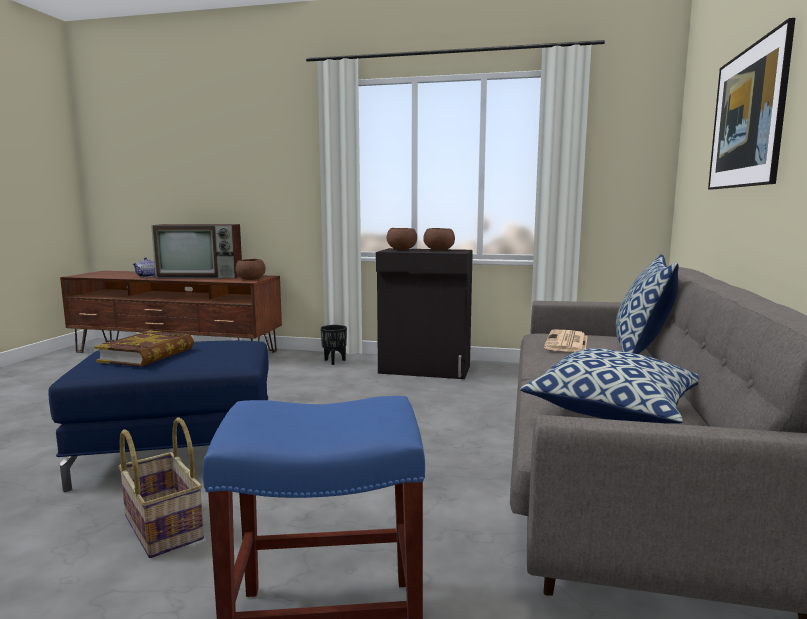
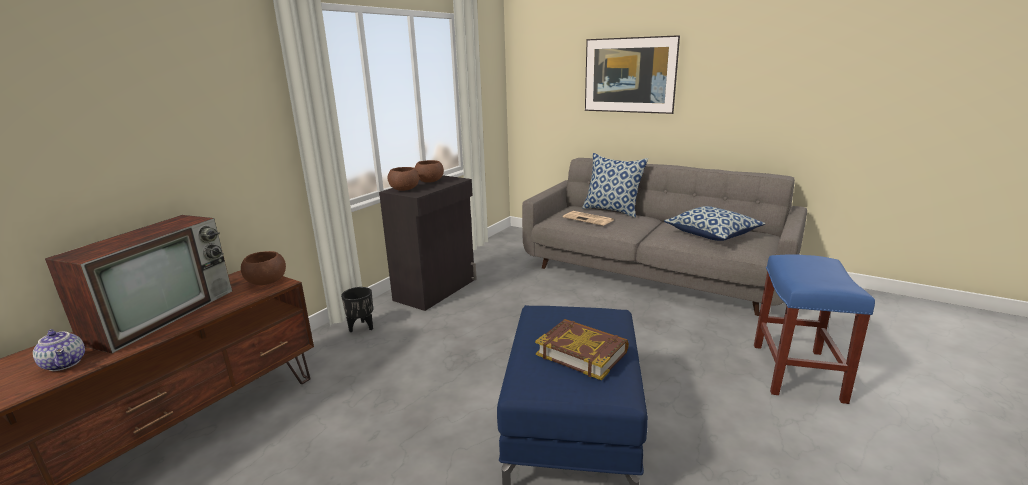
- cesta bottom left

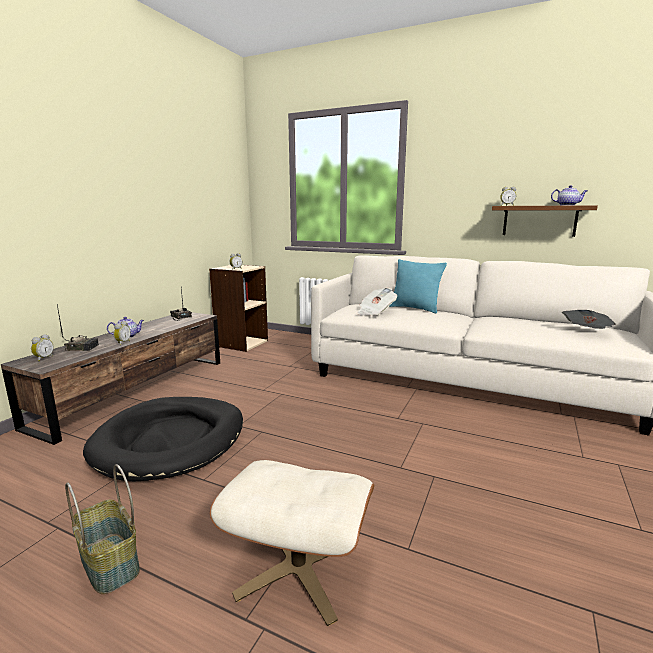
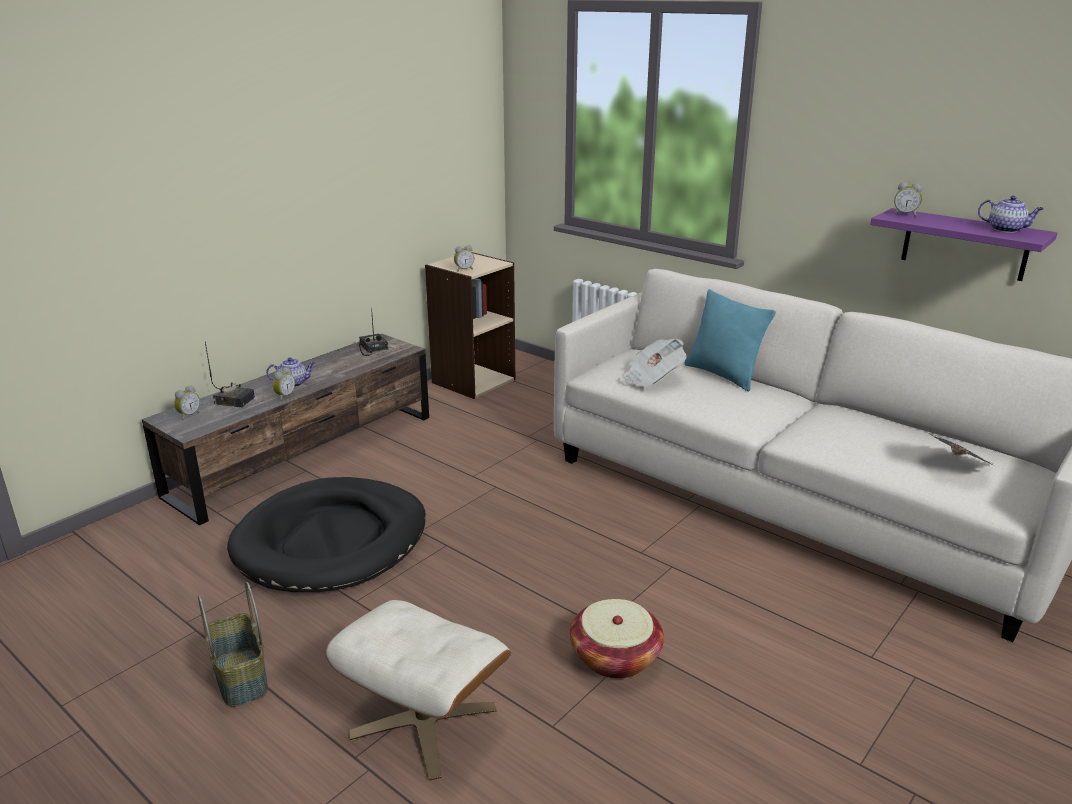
~ estante (marrón) middle right to estante (morado) top right
+ cesta (no. 2 from left) bottom centre

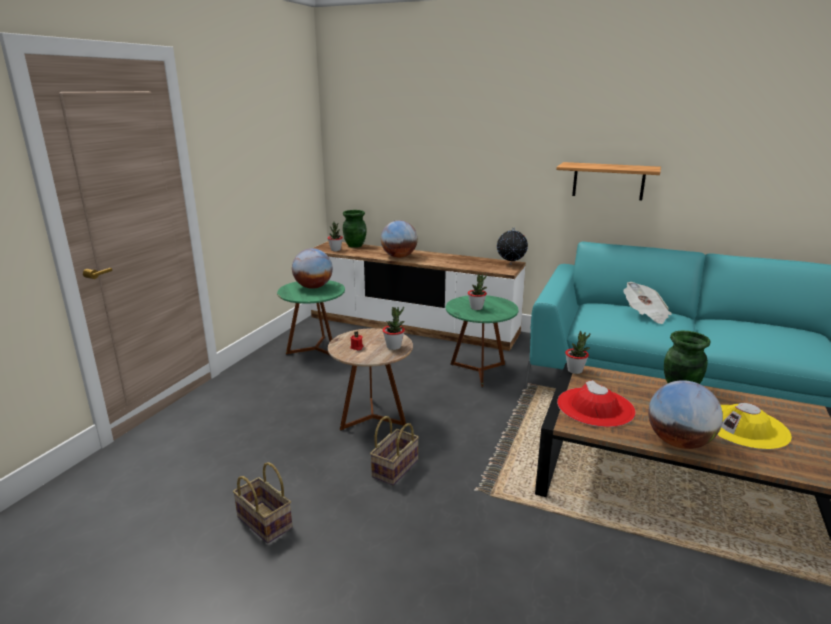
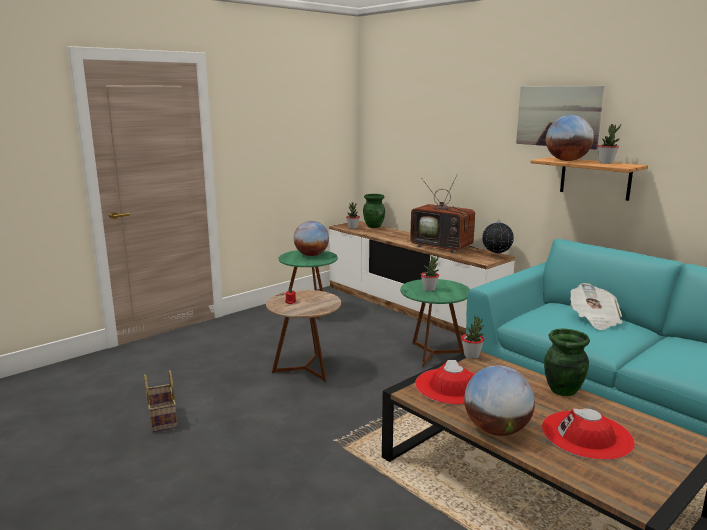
~ globo terráqueo (no. 2 from left in the first image) centre to globo terráqueo (no. 4 from left) top right
~ planta en maceta (no. 2 from left in the first image) centre to planta en maceta (no. 4 from left) top right
~ sombrero (amarillo) bottom right to sombrero (rojo) (no. 2 from left) bottom right
- cesta (no. 2 from left) bottom centre
+ cuadro top right
+ televisor centre

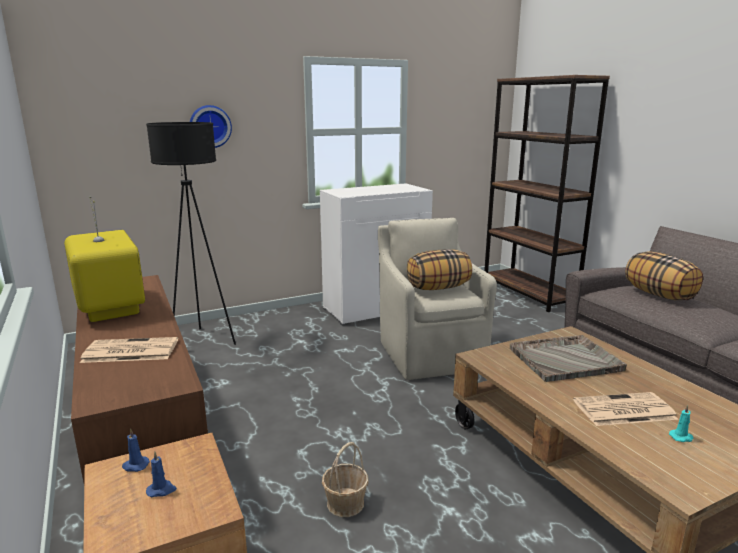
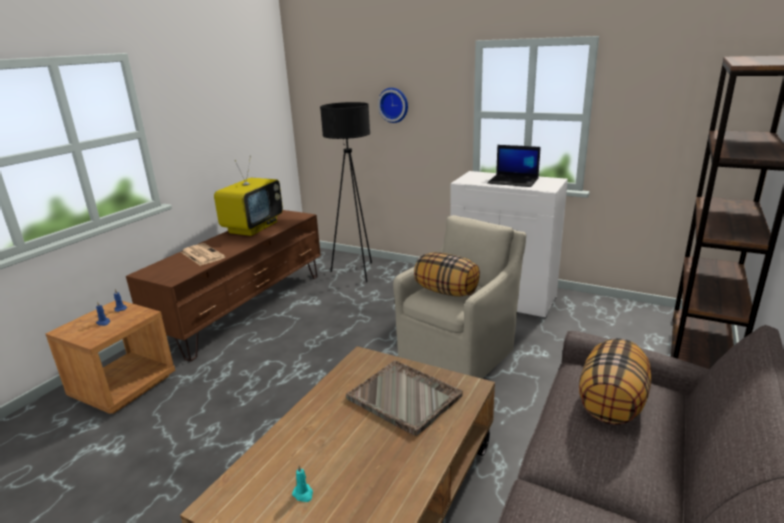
- periódico (no. 2 from left) bottom right
- cesta bottom centre
+ portátil top centre

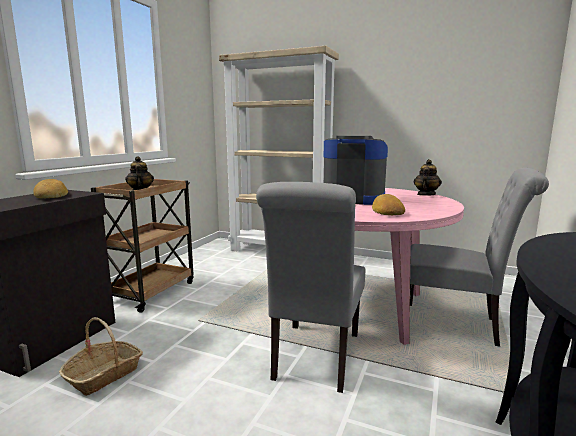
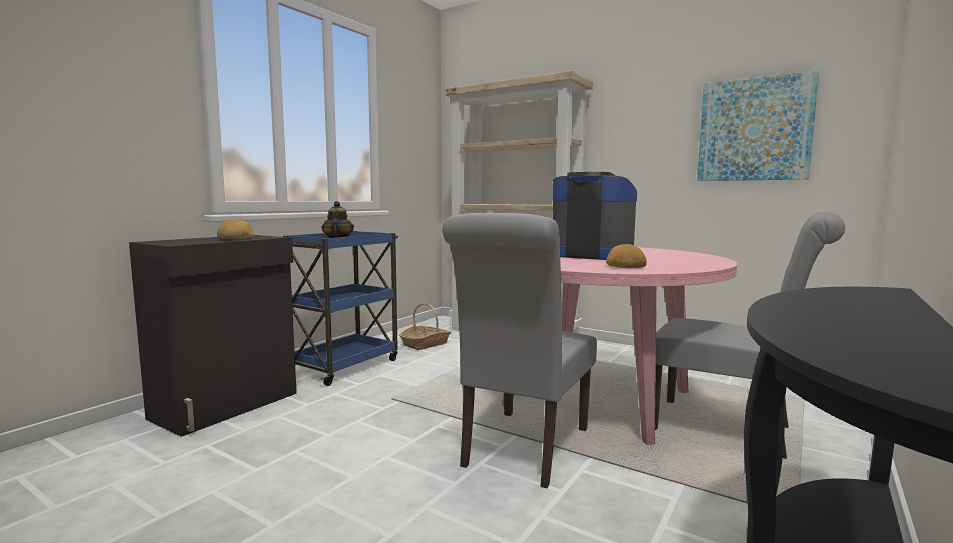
- tetera (no. 2 from left) middle right
~ carrito (marrón) middle left to carrito (azul) centre
~ cesta bottom left to centre
+ cuadro top right

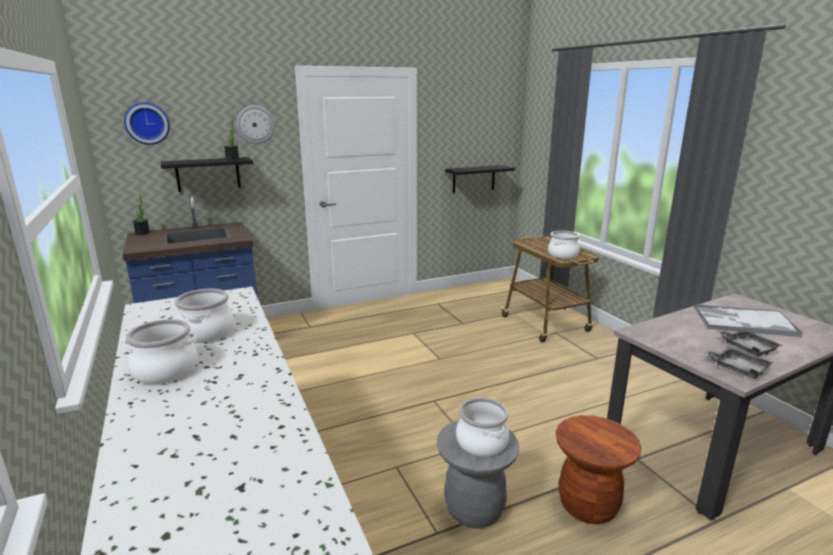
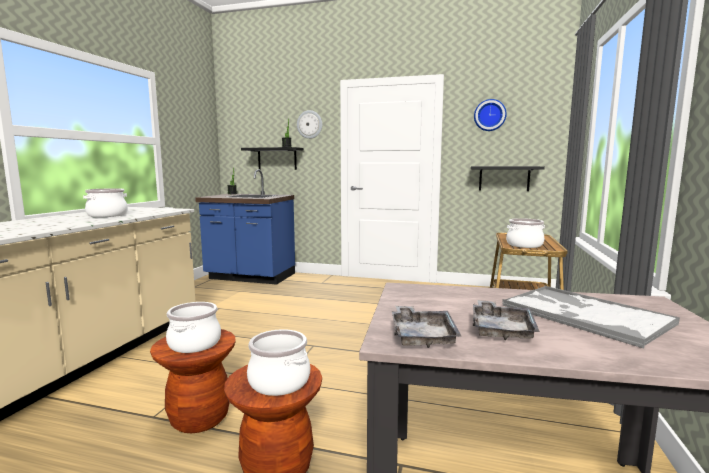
~ reloj de pared (no. 1 from left in the first image) top left to reloj de pared (no. 2 from left) top right
~ olla (no. 1 from left in the first image) middle left to olla (no. 3 from left) bottom centre
~ taburete (gris) bottom centre to taburete (marrón) (no. 1 from left) bottom left

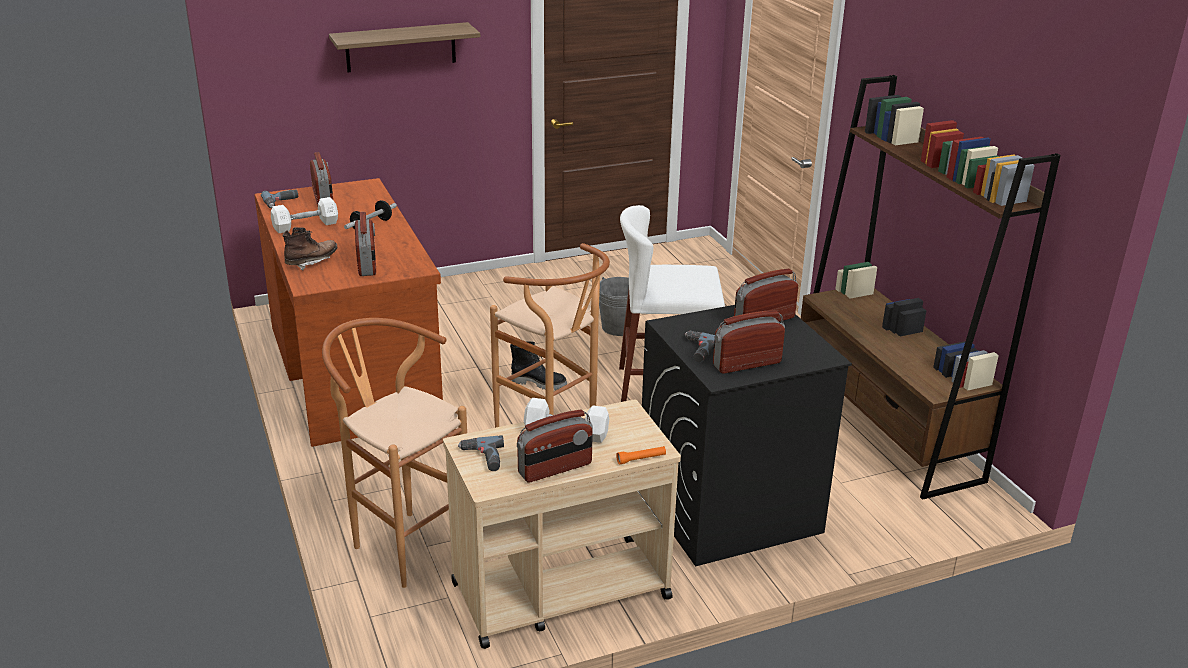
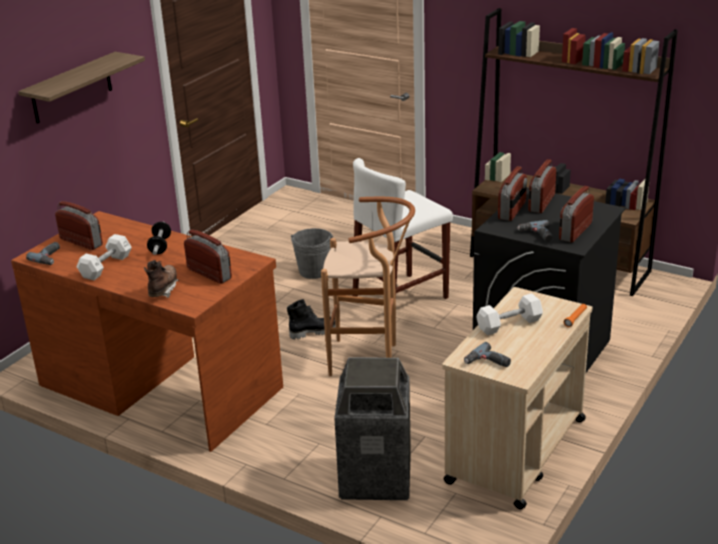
~ taburete (marrón) (no. 1 from left) bottom left to papelera bottom centre
~ radio (no. 3 from left) bottom centre to middle right

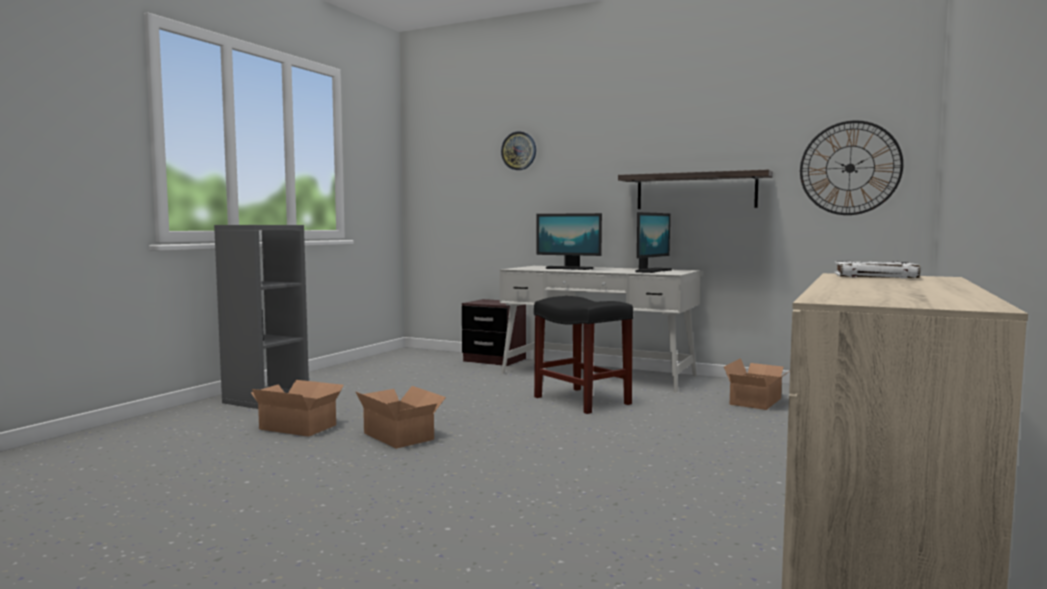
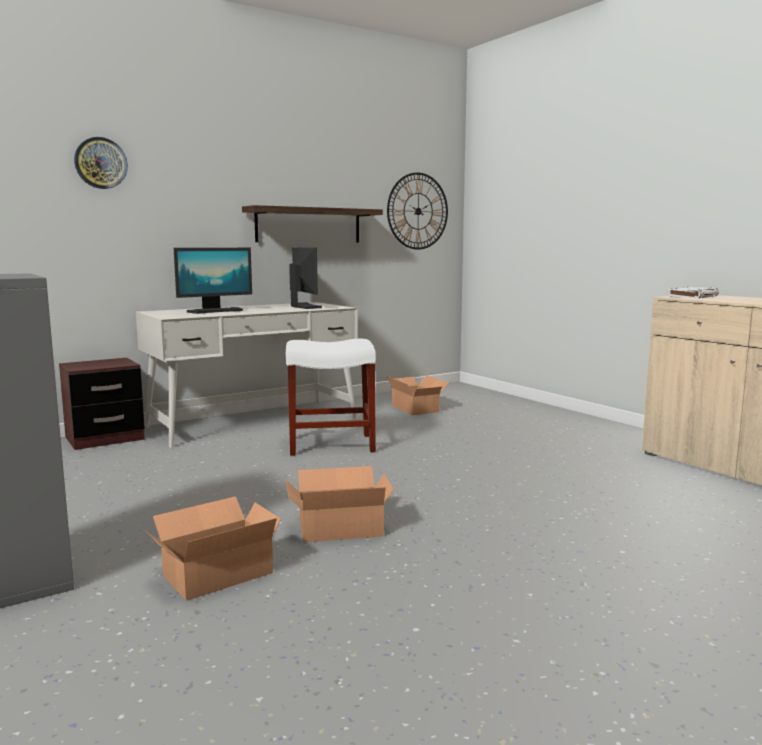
~ taburete (negro) centre to taburete (blanco) centre

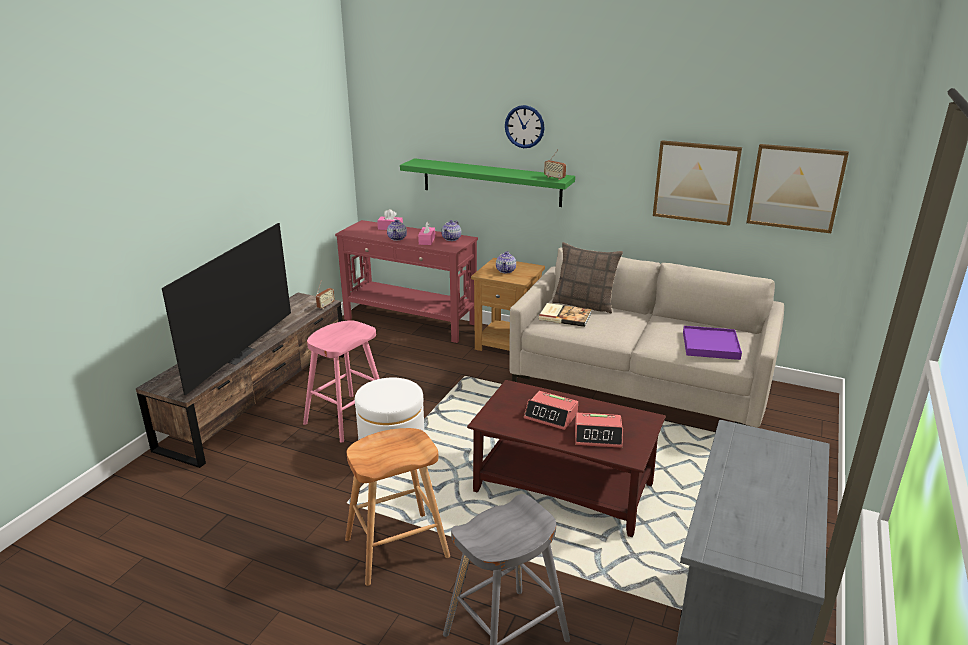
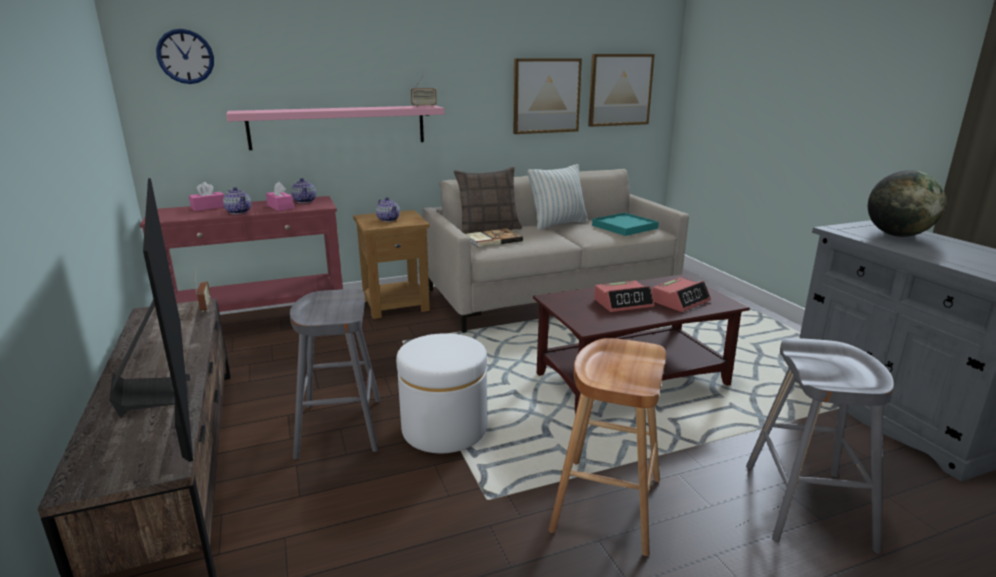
~ reloj de pared top centre to top left
~ estante (verde) top centre to estante (rosa) top centre
~ taburete (rosa) centre to taburete (gris) (no. 1 from left) centre
~ bandeja (morado) middle right to bandeja (turquesa) centre
+ cojín (no. 2 from left) centre
+ globo terráqueo middle right

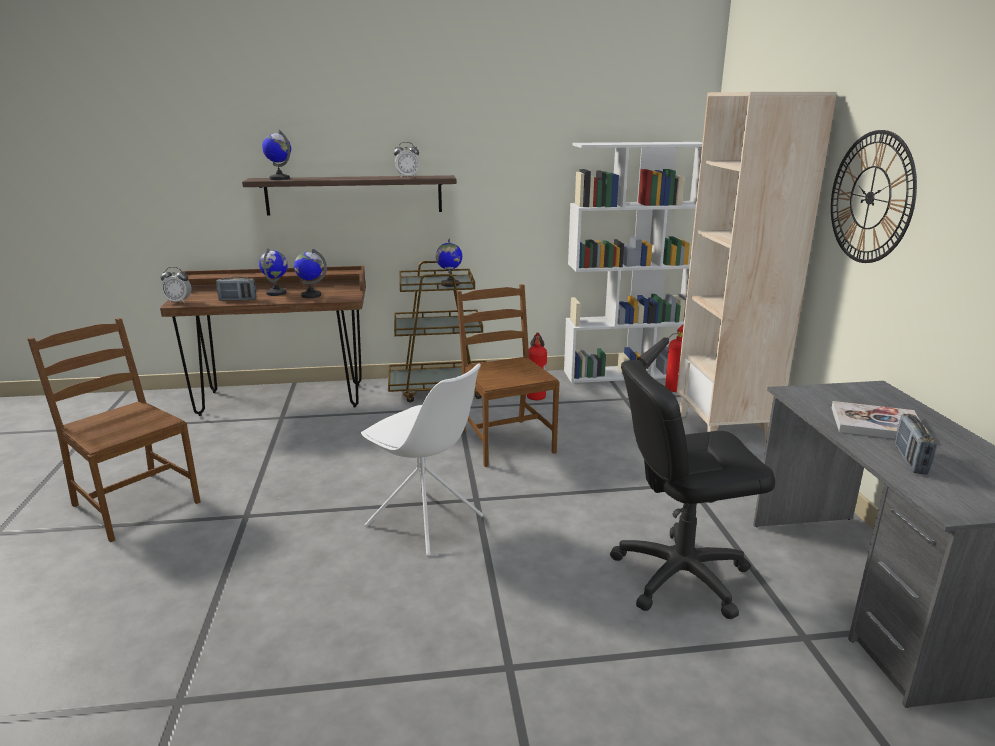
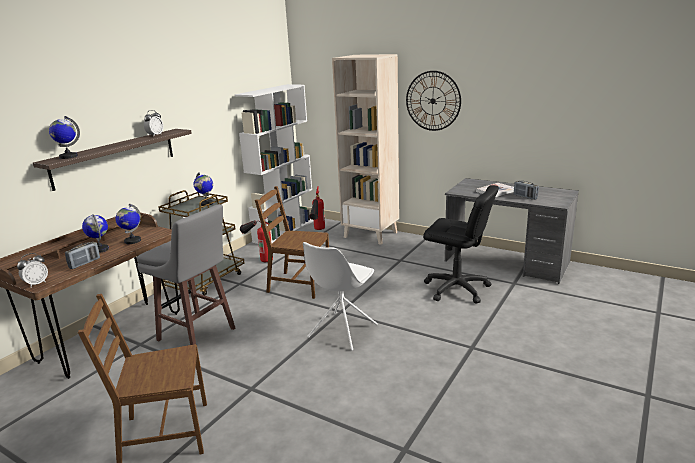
~ silla de oficina (negro) middle right = centre 90 degrees counterclockwise
~ silla (blanco) centre = centre 135 degrees clockwise
+ taburete (gris) middle left

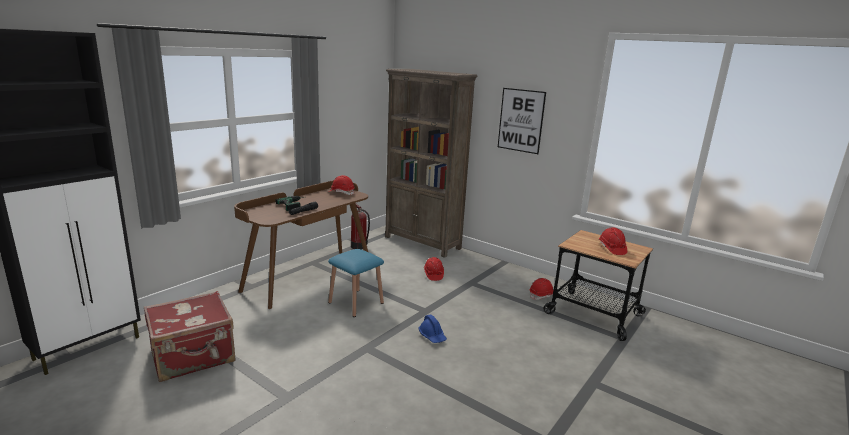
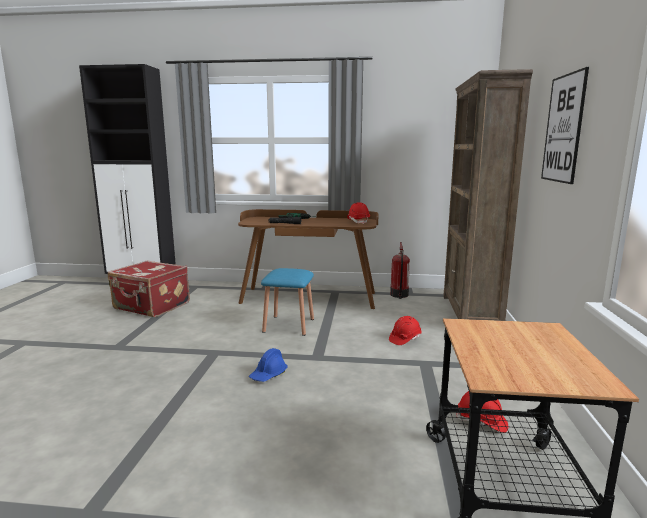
- casco (rojo) (no. 4 from left) middle right

